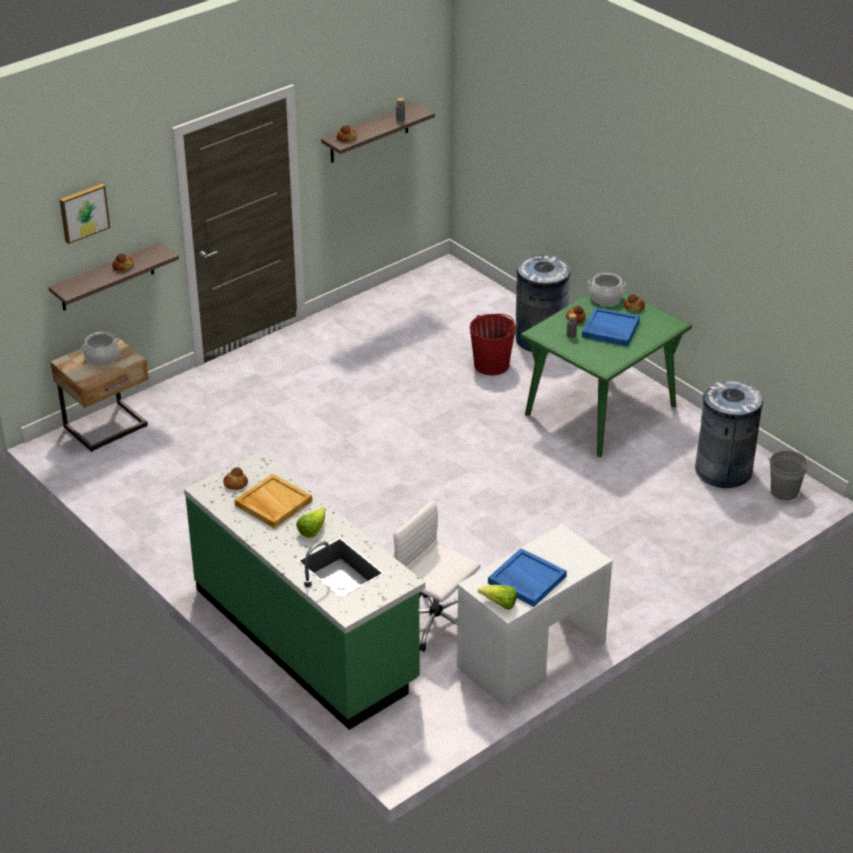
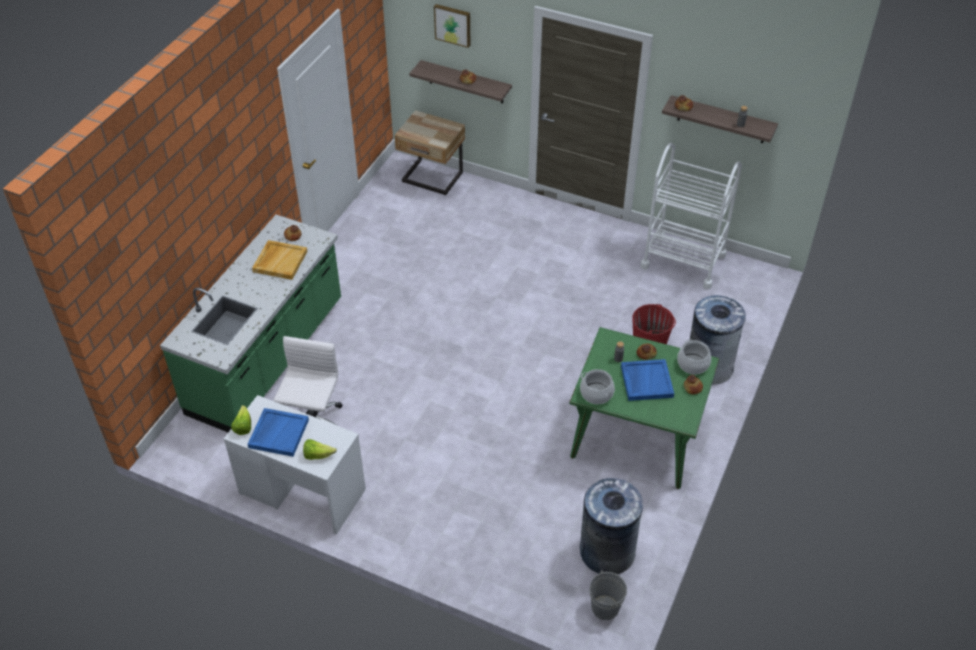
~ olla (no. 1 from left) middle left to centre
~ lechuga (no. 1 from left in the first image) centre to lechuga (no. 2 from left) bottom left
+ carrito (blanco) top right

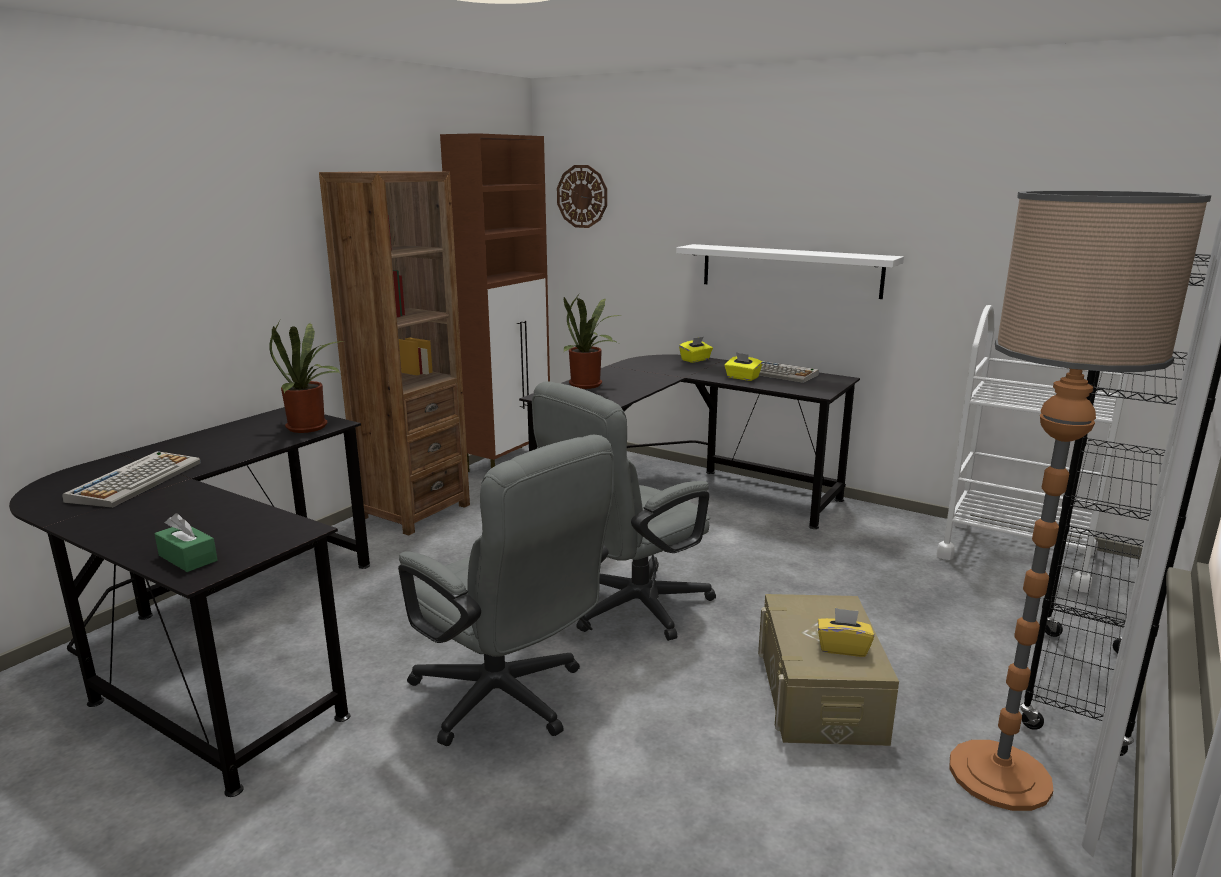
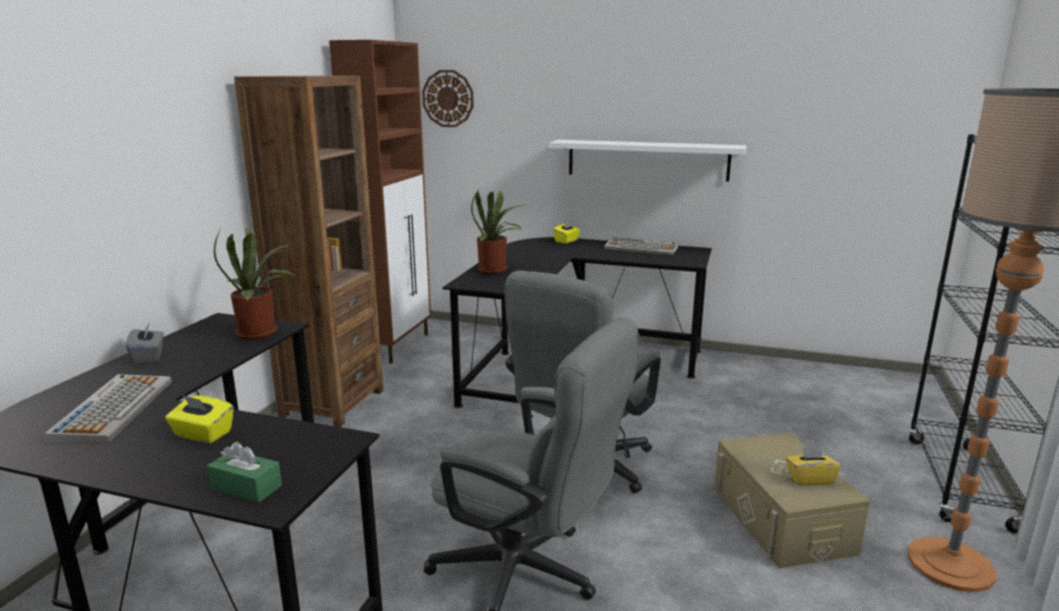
- carrito (blanco) middle right
~ caja de pañuelos (amarillo) (no. 2 from left in the first image) centre to caja de pañuelos (amarillo) (no. 1 from left) bottom left
+ caja de pañuelos (gris) middle left

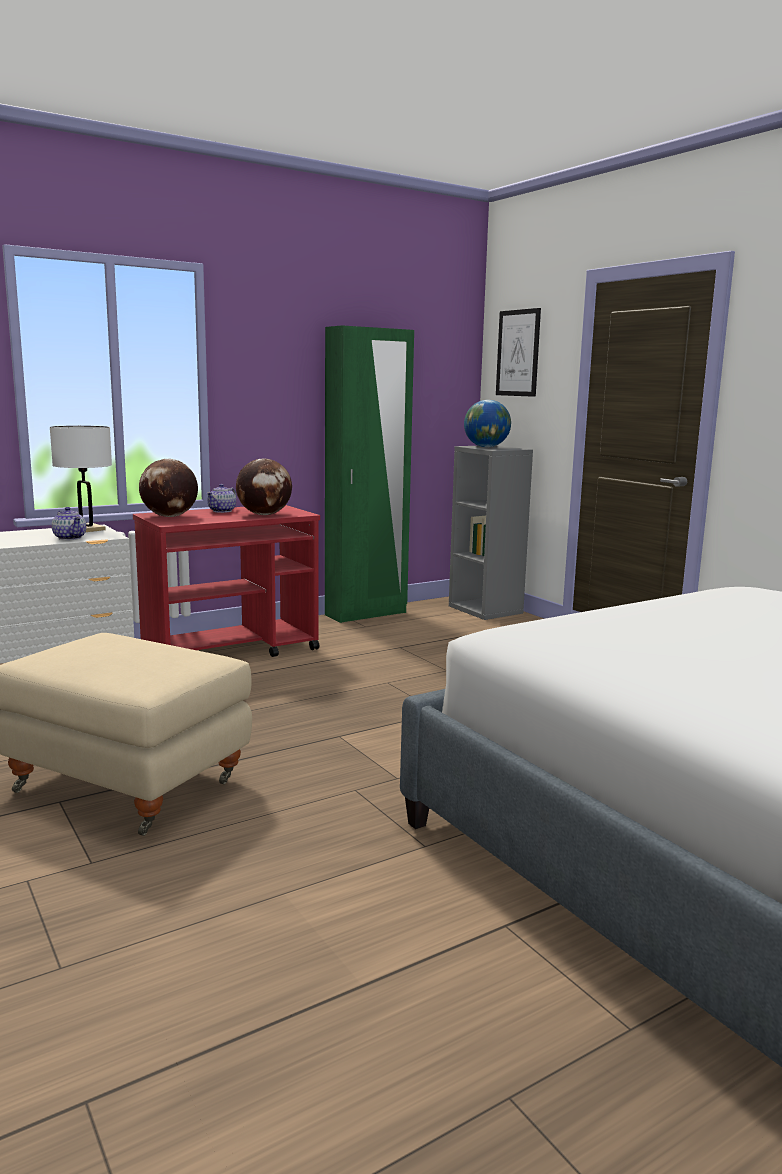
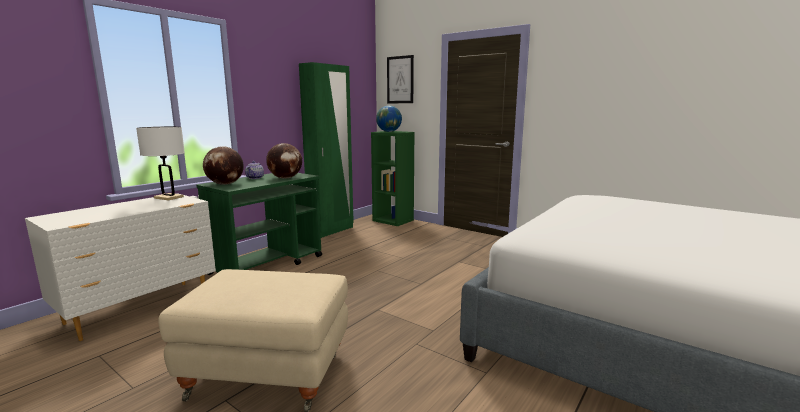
~ estantería (gris) centre to estantería (verde) centre
~ carrito (rojo) middle left to carrito (verde) middle left
- tetera (no. 1 from left) middle left

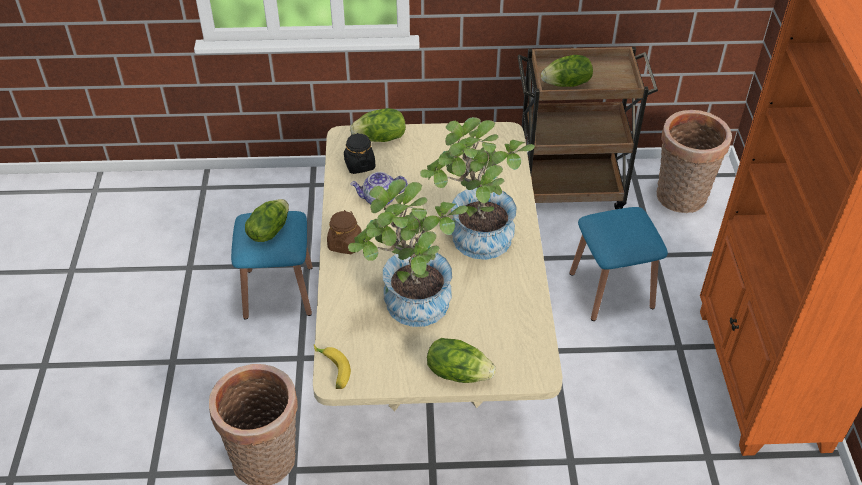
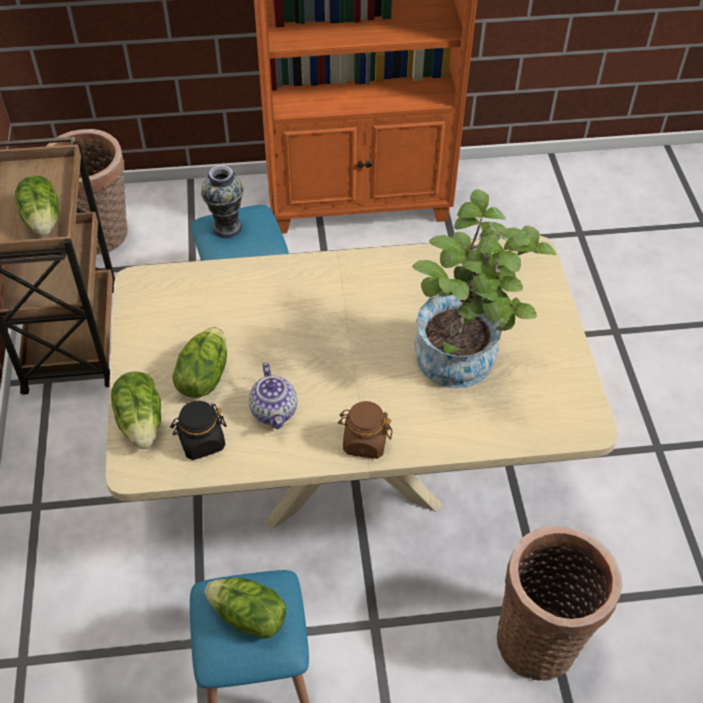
- planta en maceta (no. 2 from left) centre
~ lechuga (no. 3 from left) bottom centre to middle left
- plátano bottom centre
+ florero top left

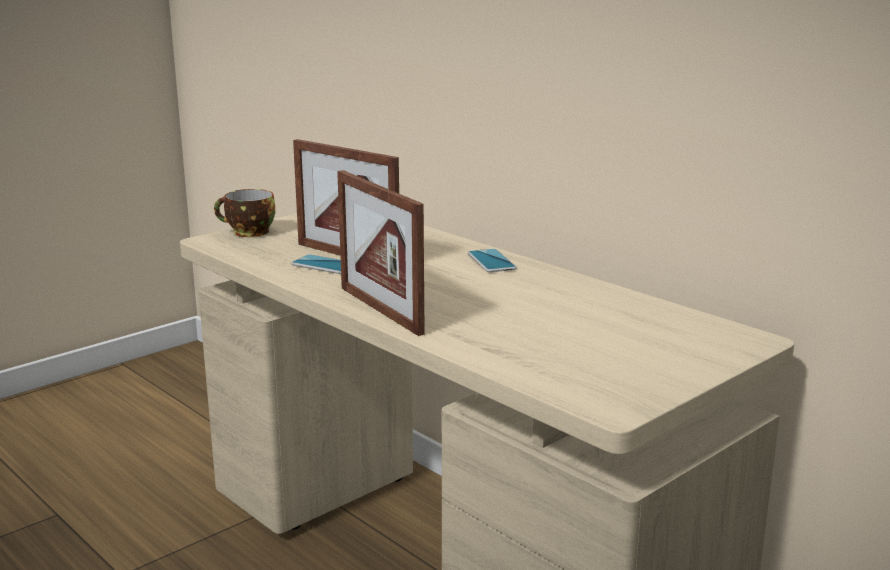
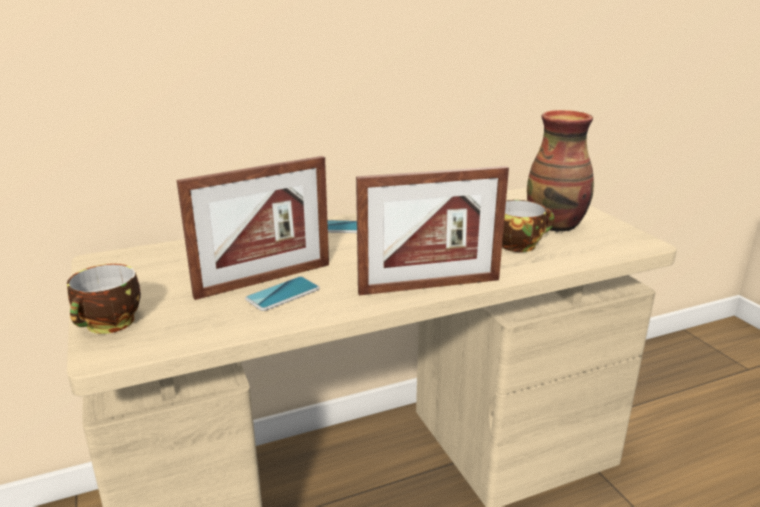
+ florero middle right
+ taza (no. 2 from left) middle right

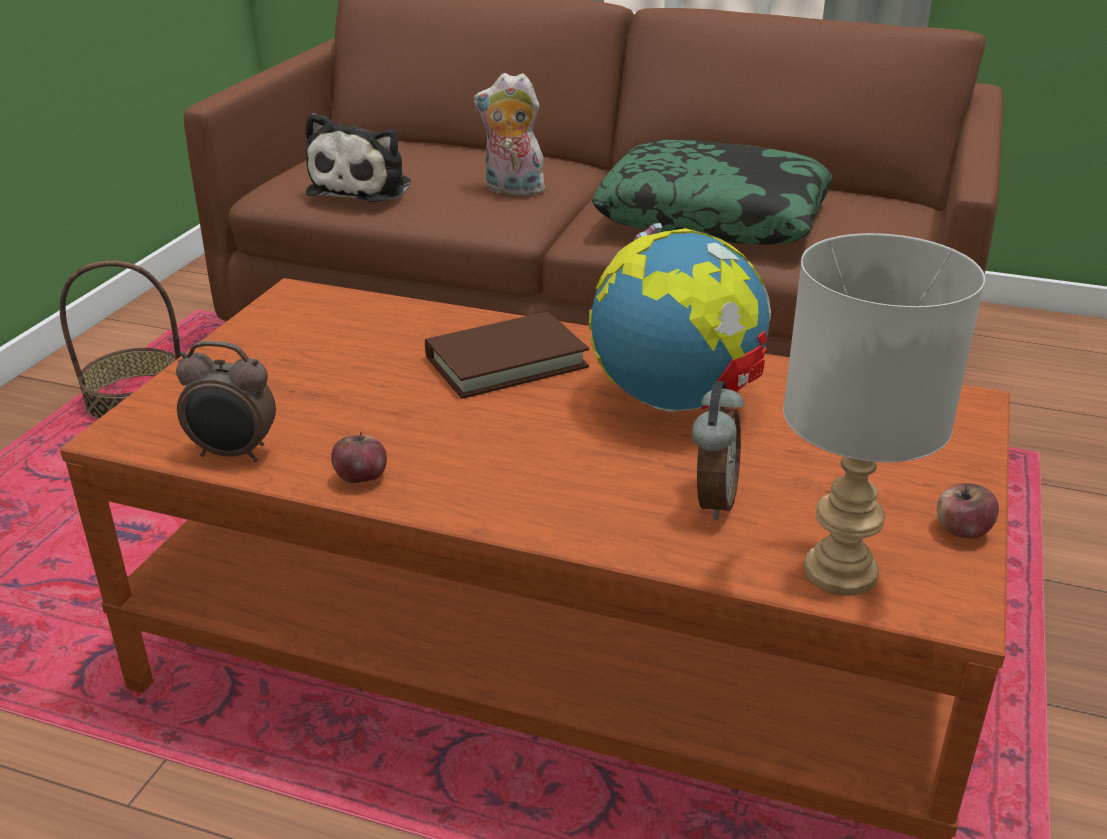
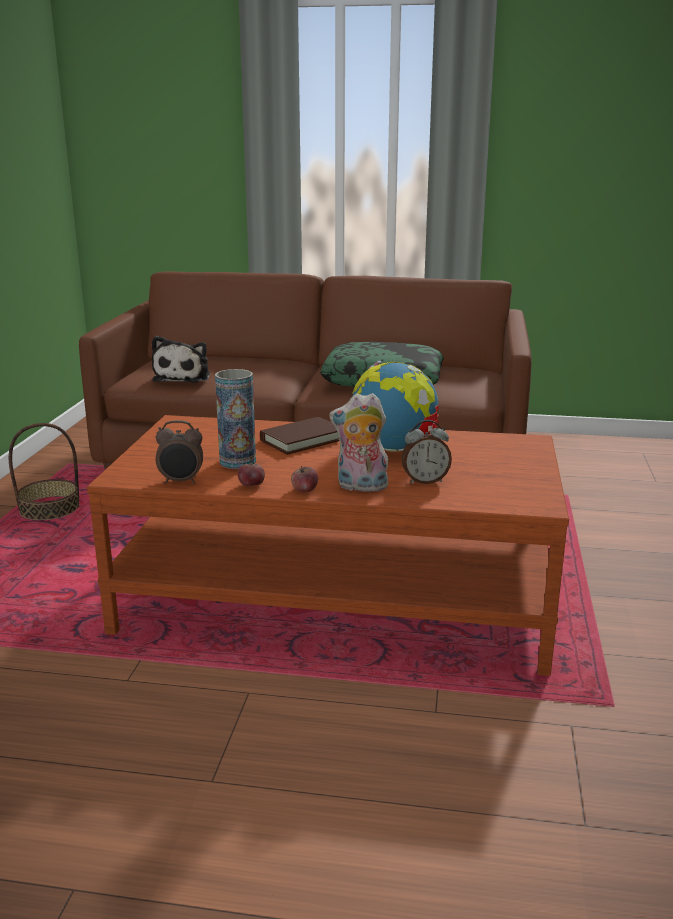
~ peluche (no. 2 from left) top centre to centre
- lámpara de mesa (gris) middle right
~ despertador (no. 2 from left) centre = centre 75 degrees clockwise
~ manzana (no. 2 from left) middle right to centre
+ florero centre

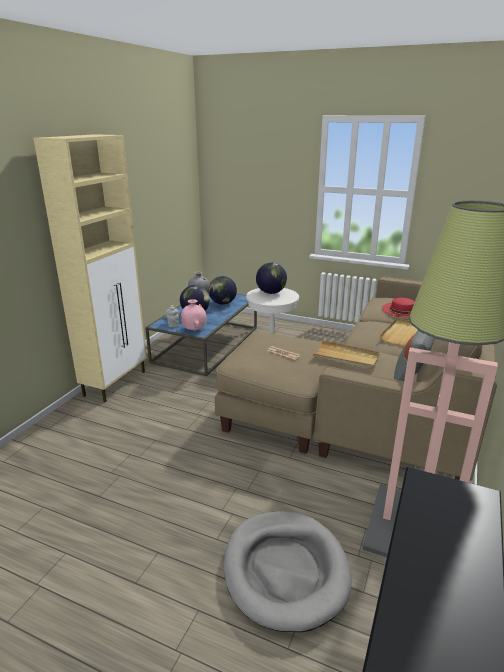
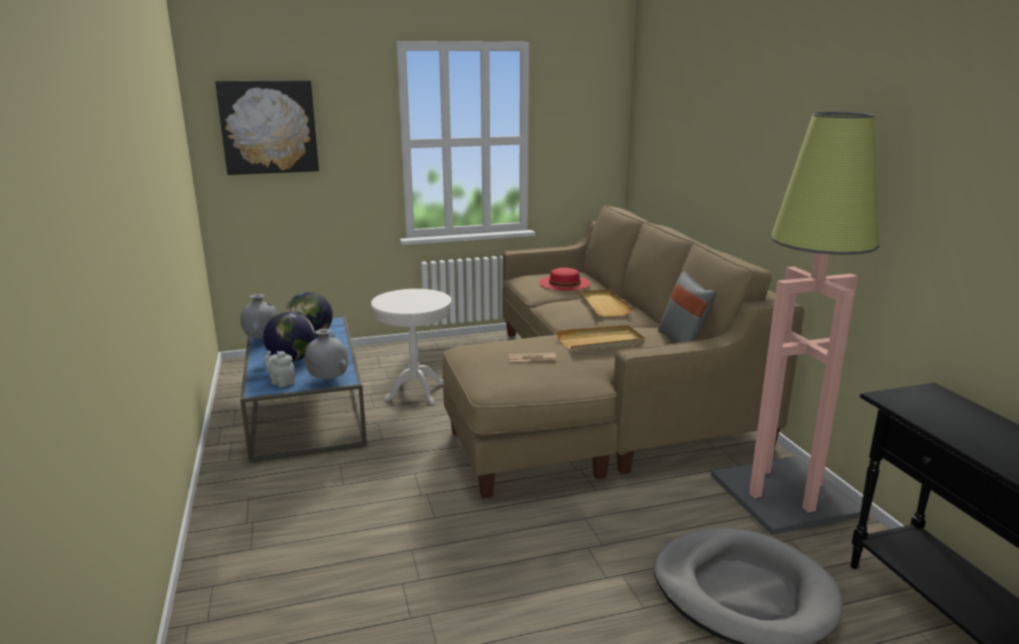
- armario (beis) middle left
- globo terráqueo (no. 3 from left) centre
~ florero (rosa) centre to florero (gris) (no. 2 from left) middle left
+ cuadro top left

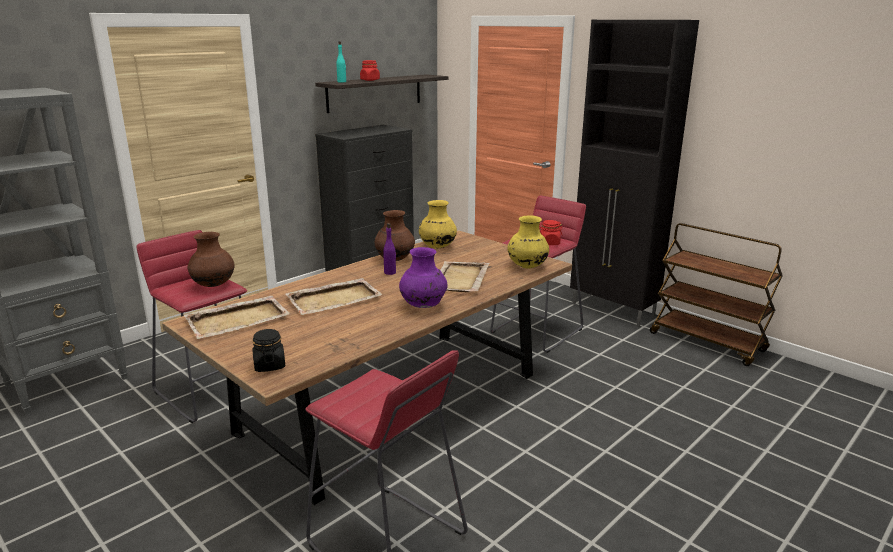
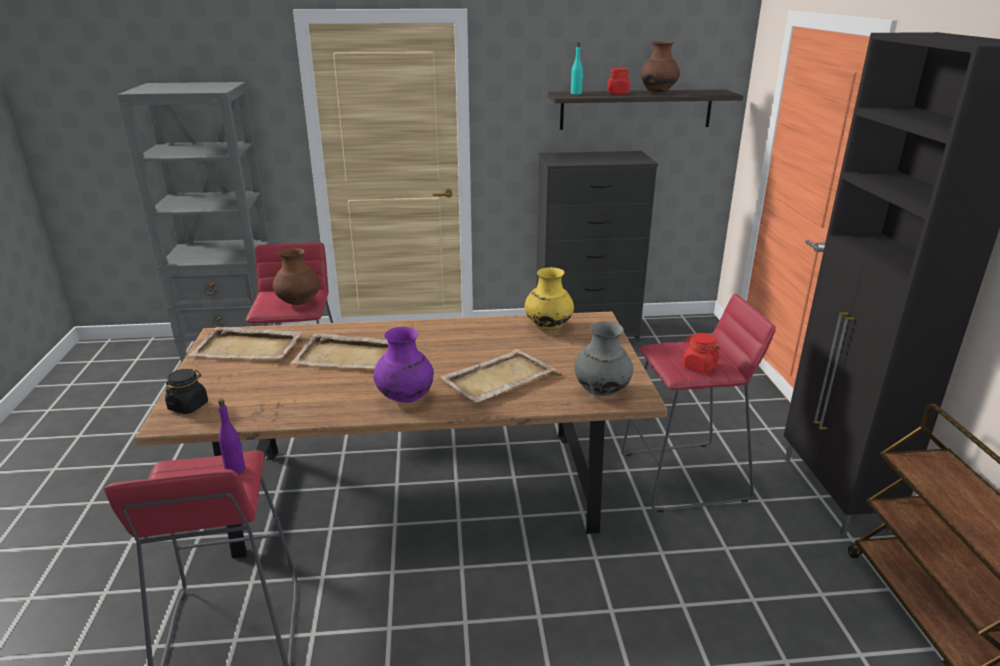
~ florero (marrón) (no. 2 from left) centre to top centre
~ florero (amarillo) (no. 2 from left) centre to florero (gris) centre
~ botella (morado) centre to middle left

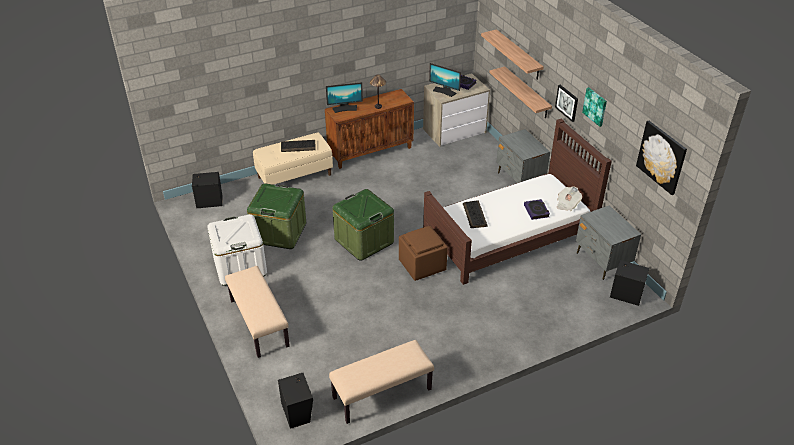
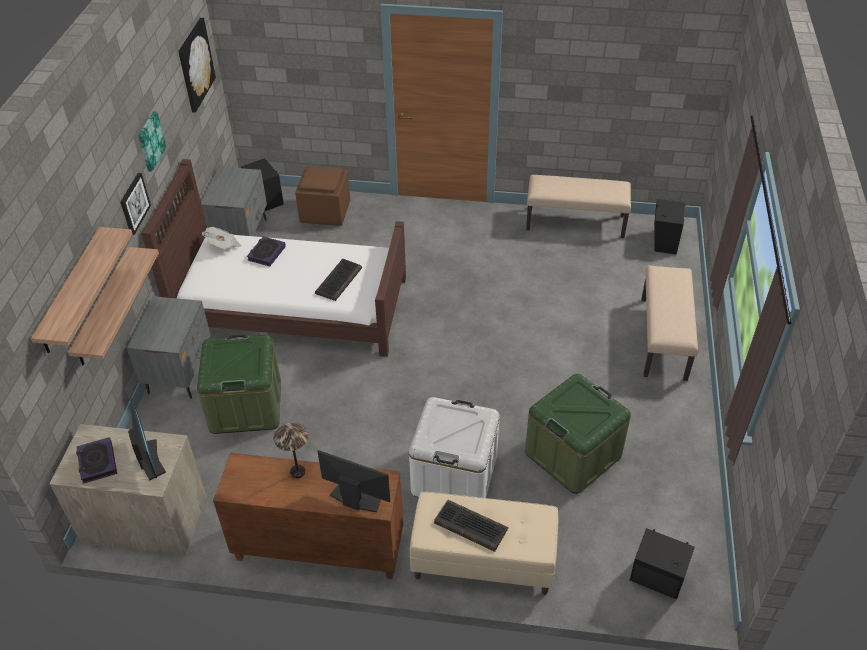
~ caja de almacenaje (verde) (no. 2 from left in the first image) centre to caja de almacenaje (verde) (no. 1 from left) middle left
~ caja de almacenaje (blanco) middle left to bottom centre
~ puf (marrón) centre to top centre

